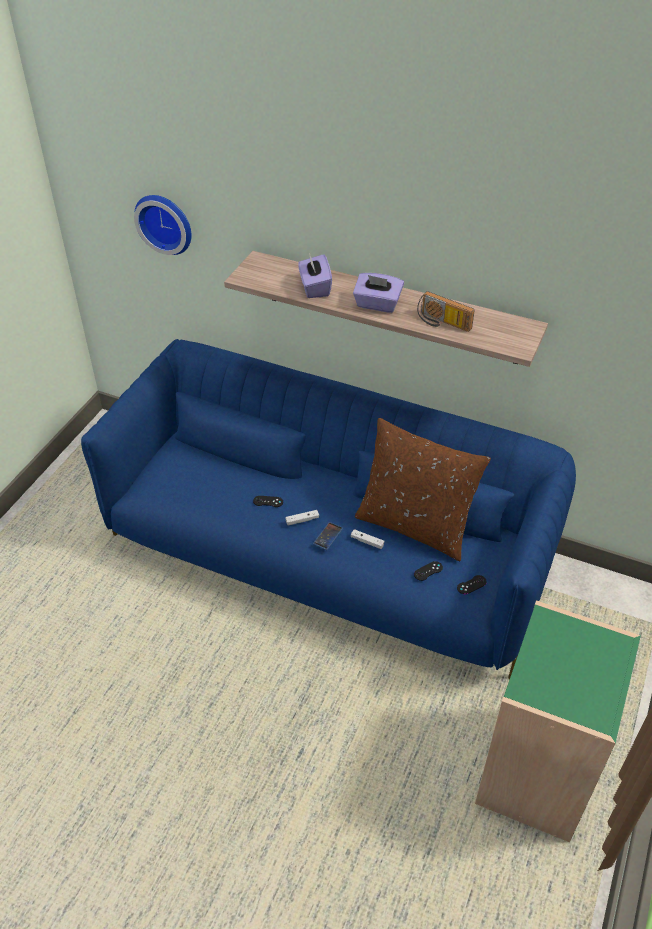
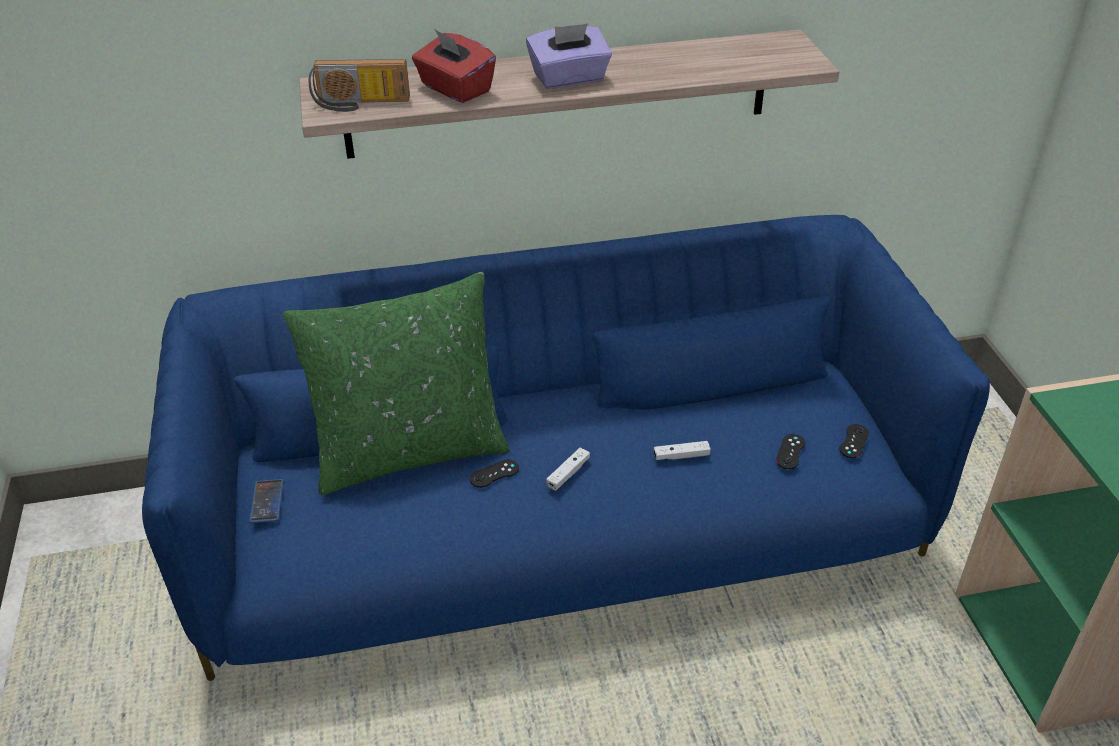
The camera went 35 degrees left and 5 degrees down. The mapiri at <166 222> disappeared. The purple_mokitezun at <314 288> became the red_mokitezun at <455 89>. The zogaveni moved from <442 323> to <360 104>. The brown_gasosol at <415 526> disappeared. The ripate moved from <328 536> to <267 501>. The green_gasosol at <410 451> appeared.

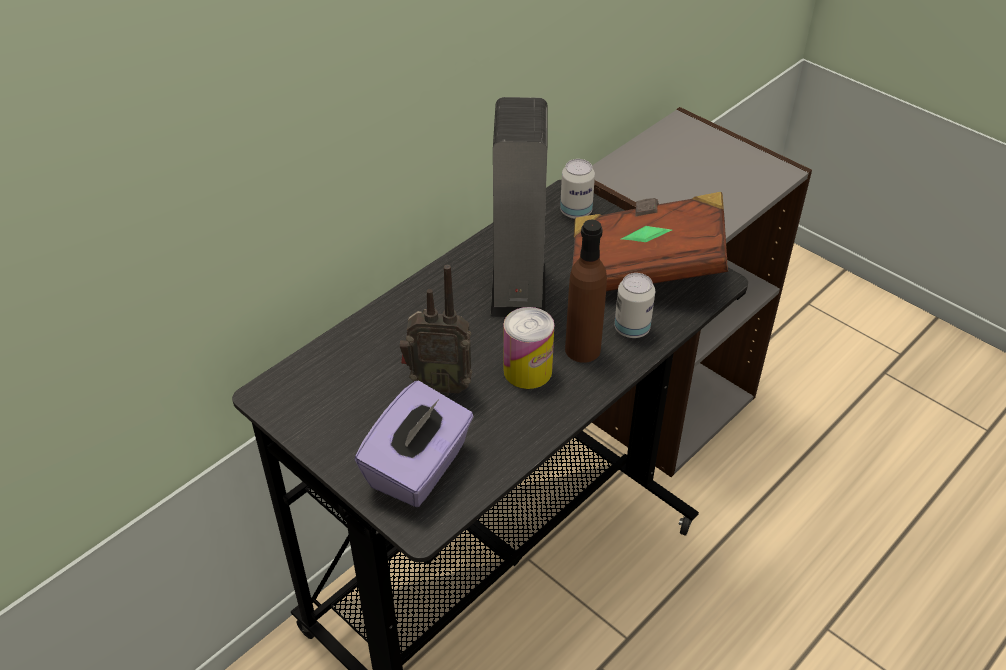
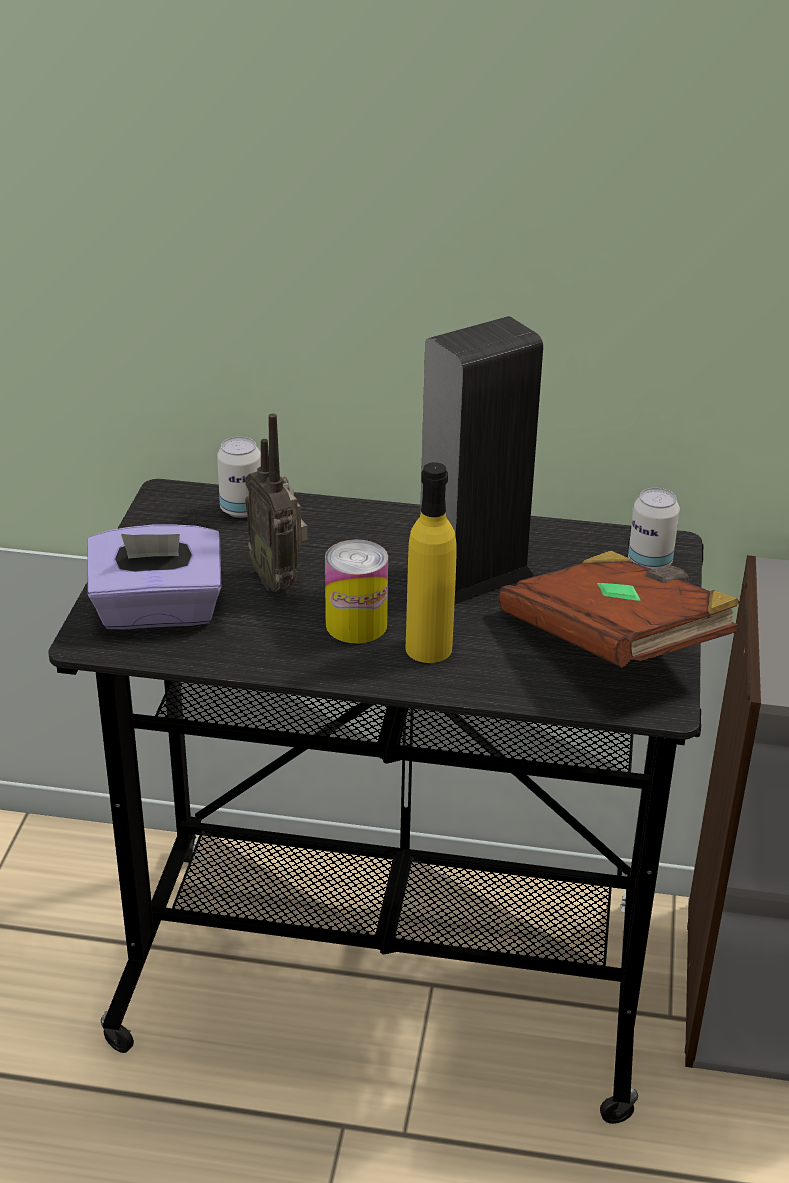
The camera went 55 degrees right and 10 degrees down. The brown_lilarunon at <582 349> became the yellow_lilarunon at <429 648>. The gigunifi moved from <631 329> to <241 509>.

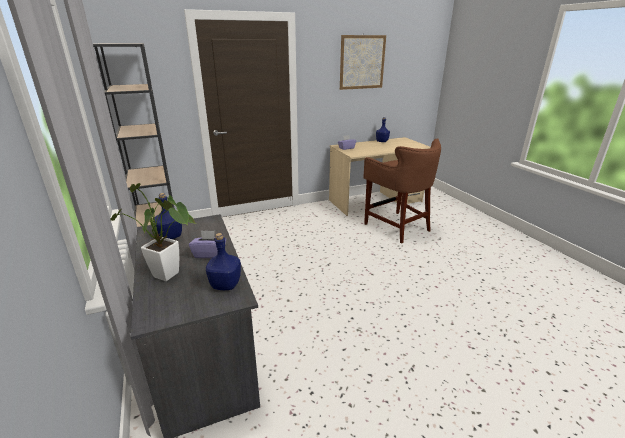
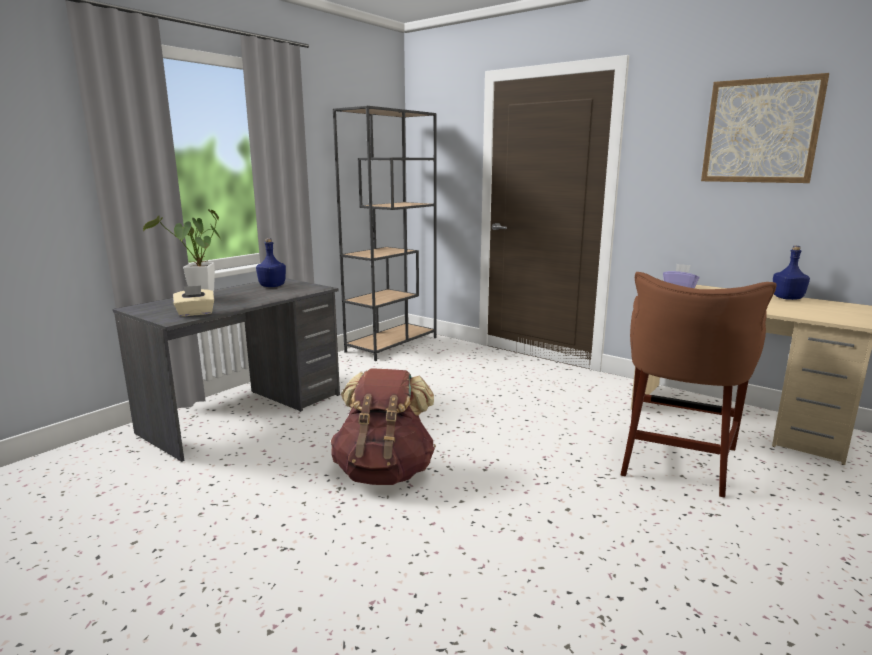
The camera went 60 degrees right and 10 degrees down. The purple_mokitezun at <209 254> disappeared. The blue_lilarunon at <226 284> was replaced by the beige_mokitezun at <195 313>. The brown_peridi at <384 472> appeared.

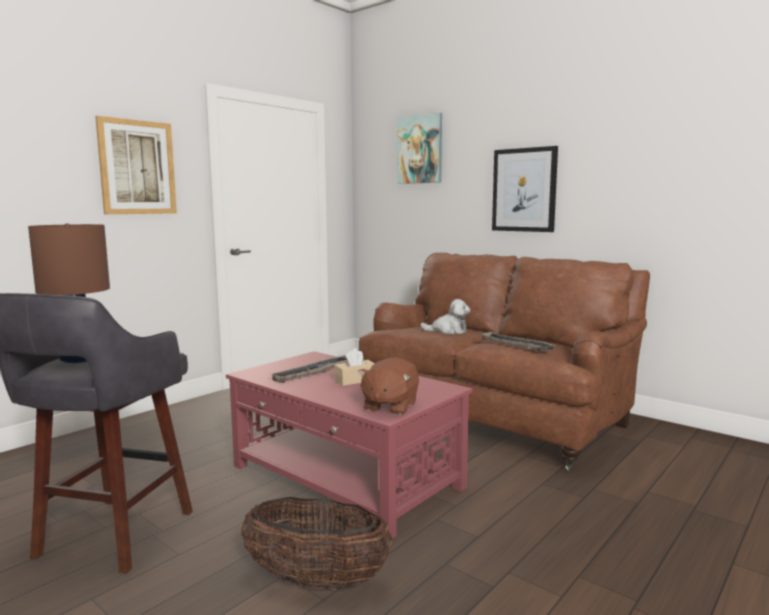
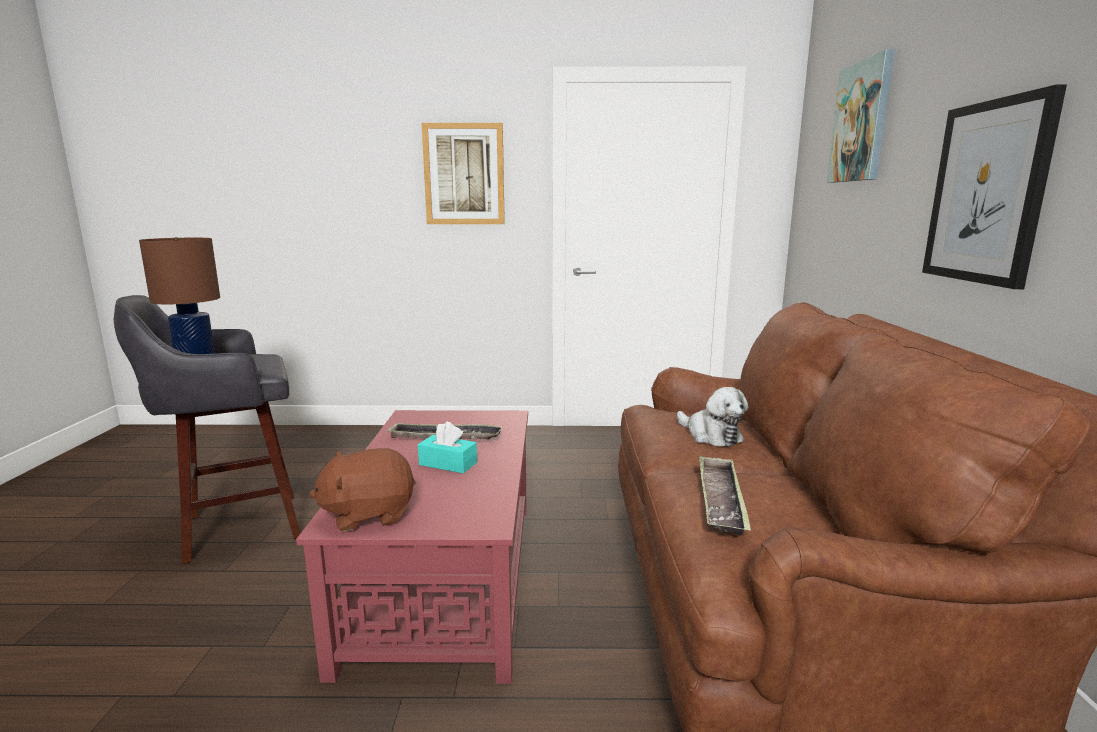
The camera went 50 degrees right and 5 degrees up. The beige_mokitezun at <356 380> became the turquoise_mokitezun at <448 464>. The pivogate at <316 581> disappeared.

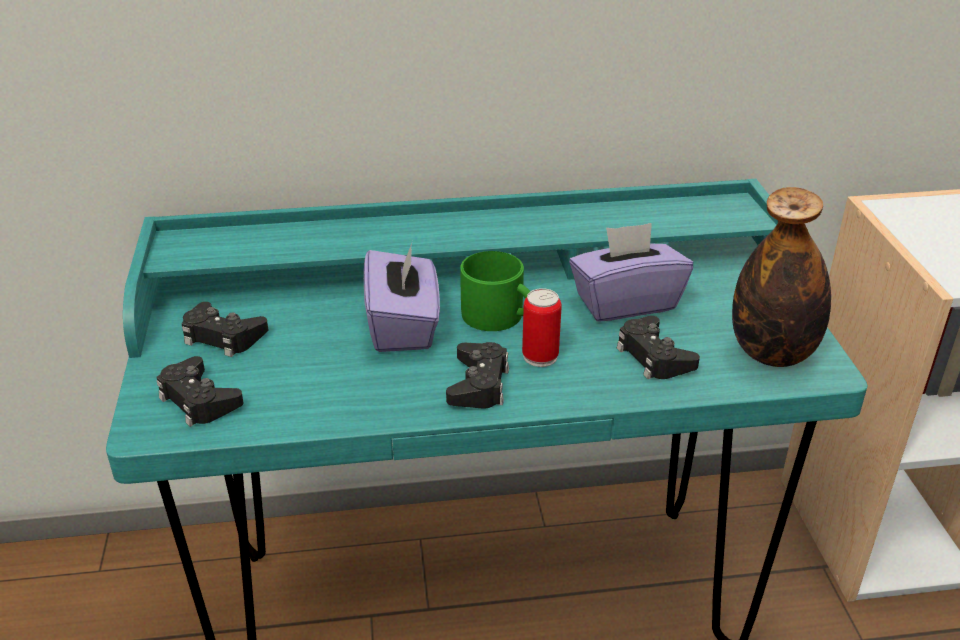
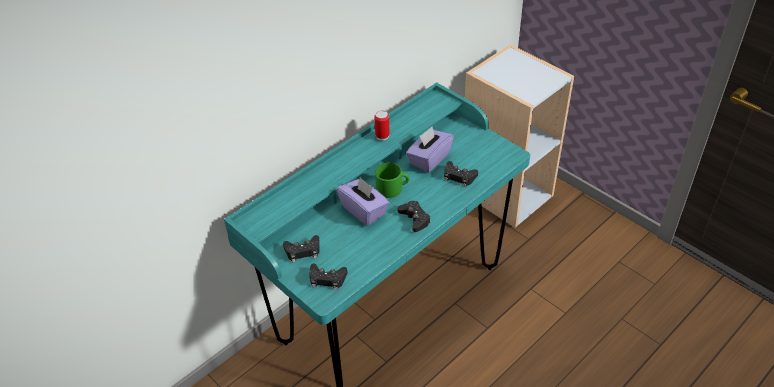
The camera went 35 degrees left and 10 degrees up. The lilarunon at <772 353> disappeared. The gigunifi moved from <540 356> to <382 136>.

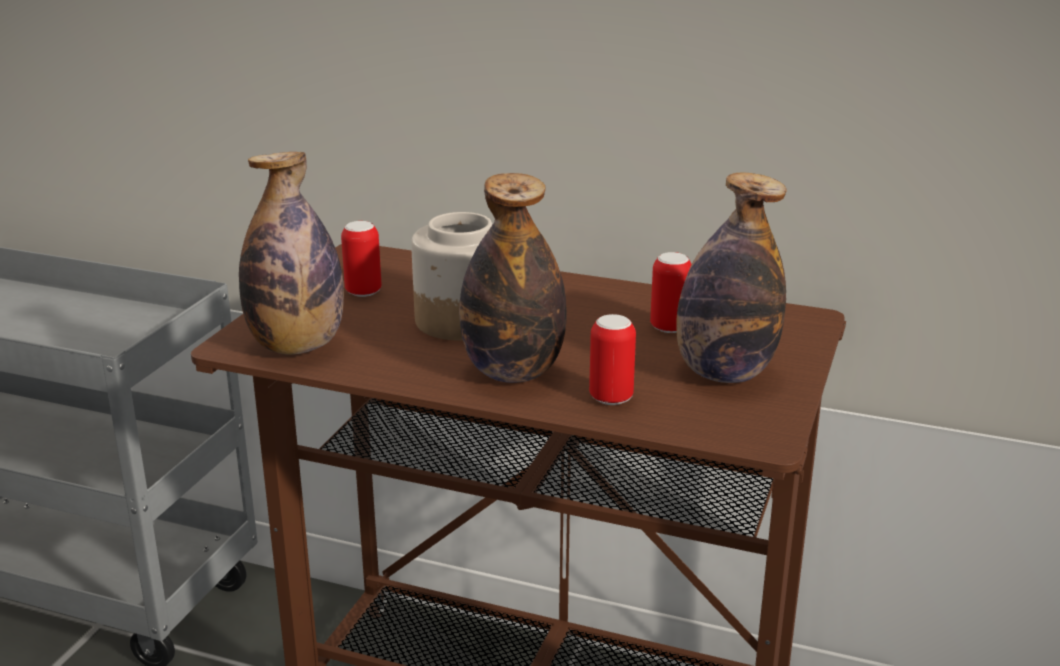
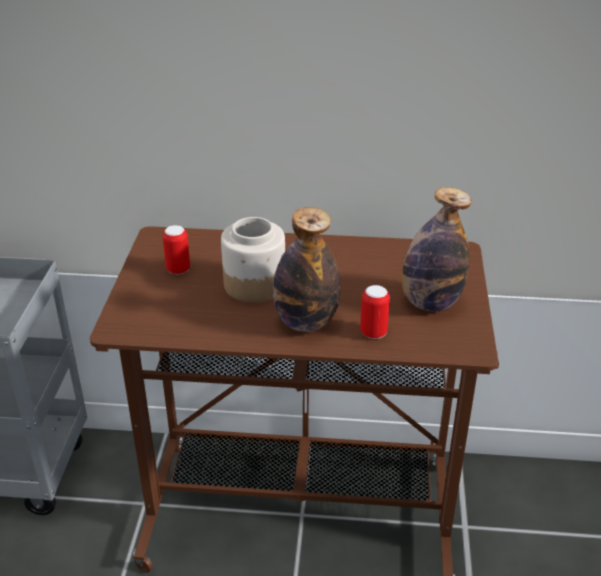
The camera went 15 degrees left and 10 degrees up. The lilarunon at <297 346> disappeared. The gigunifi at <669 327> disappeared.

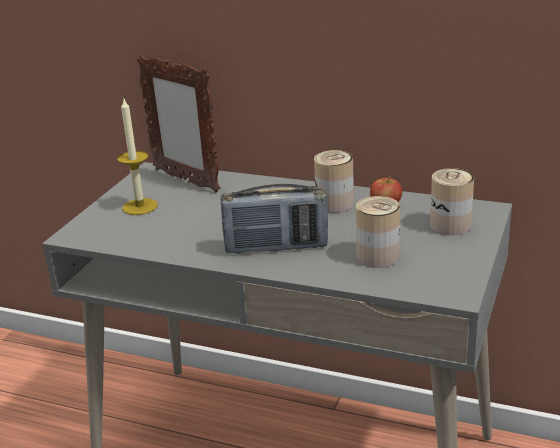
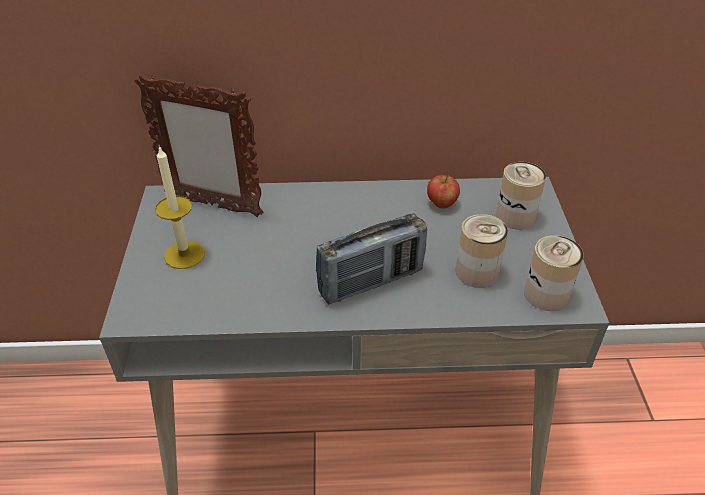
The camera went 25 degrees left and 15 degrees up. The gigunifi moved from <334 204> to <546 294>.

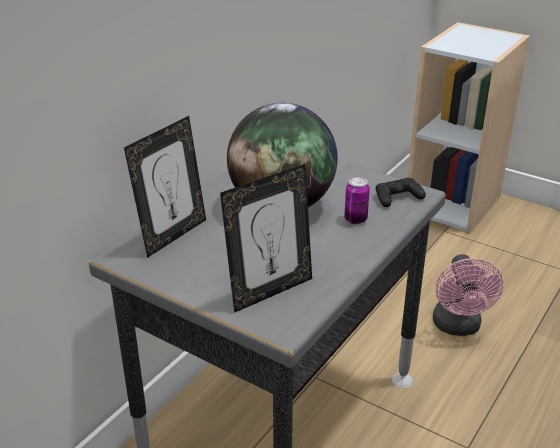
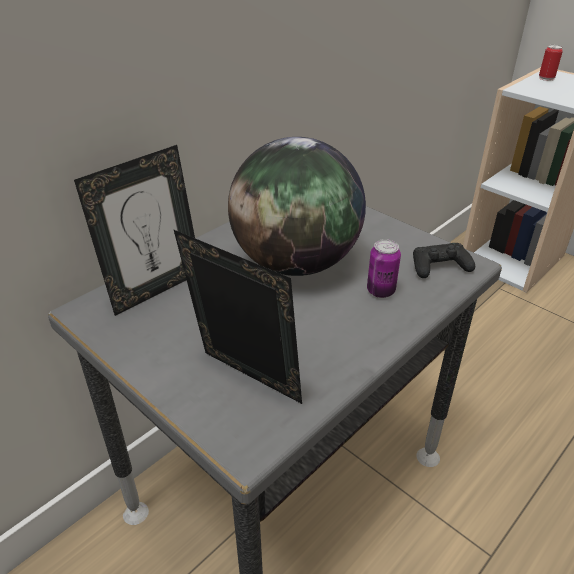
The camera went 10 degrees right and 5 degrees up. The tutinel at <269 291> turned 120 degrees counterclockwise. The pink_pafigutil at <458 327> disappeared. The gigunifi at <546 78> appeared.

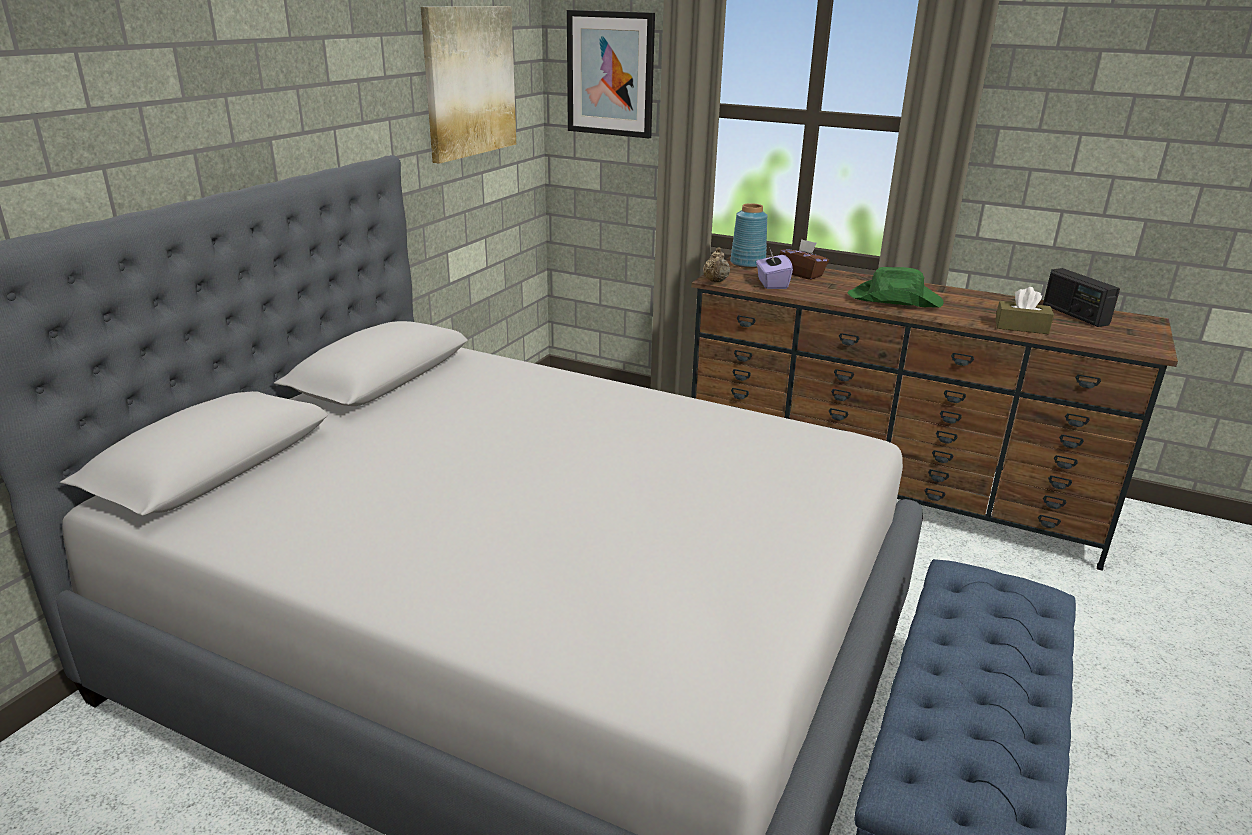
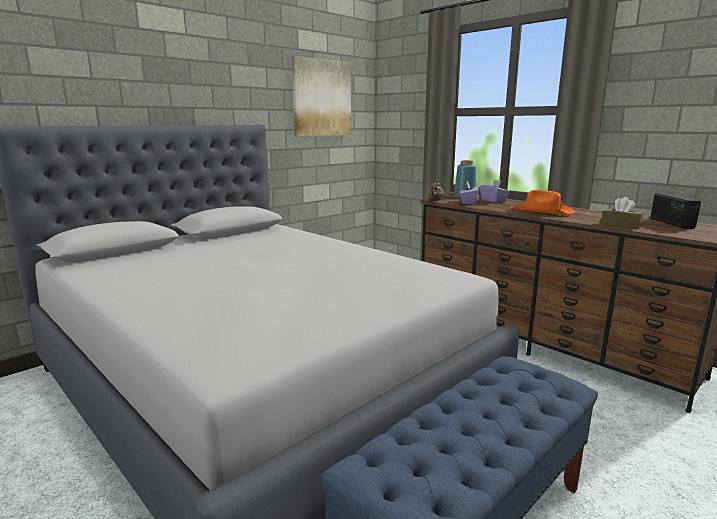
The camera went 20 degrees right and 10 degrees down. The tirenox at <610 74> disappeared. The brown_mokitezun at <802 274> became the purple_mokitezun at <493 201>. The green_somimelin at <895 300> became the orange_somimelin at <542 211>.

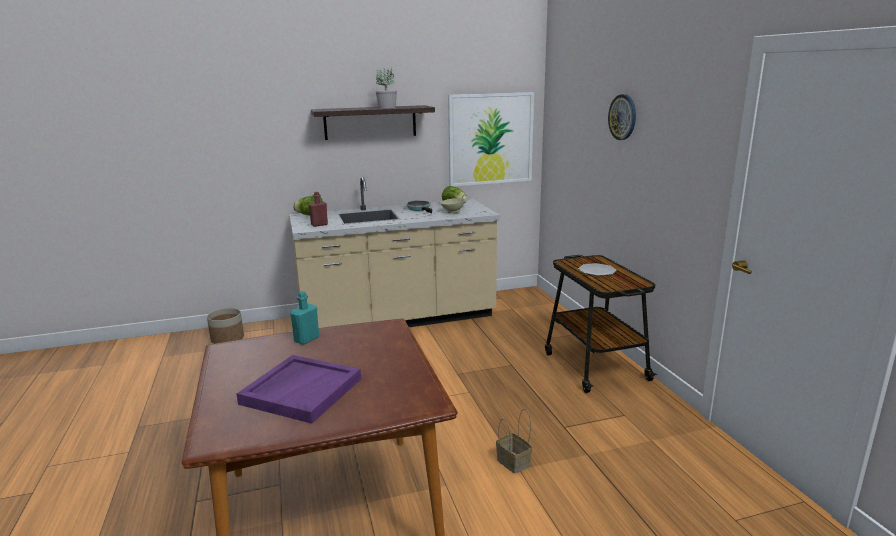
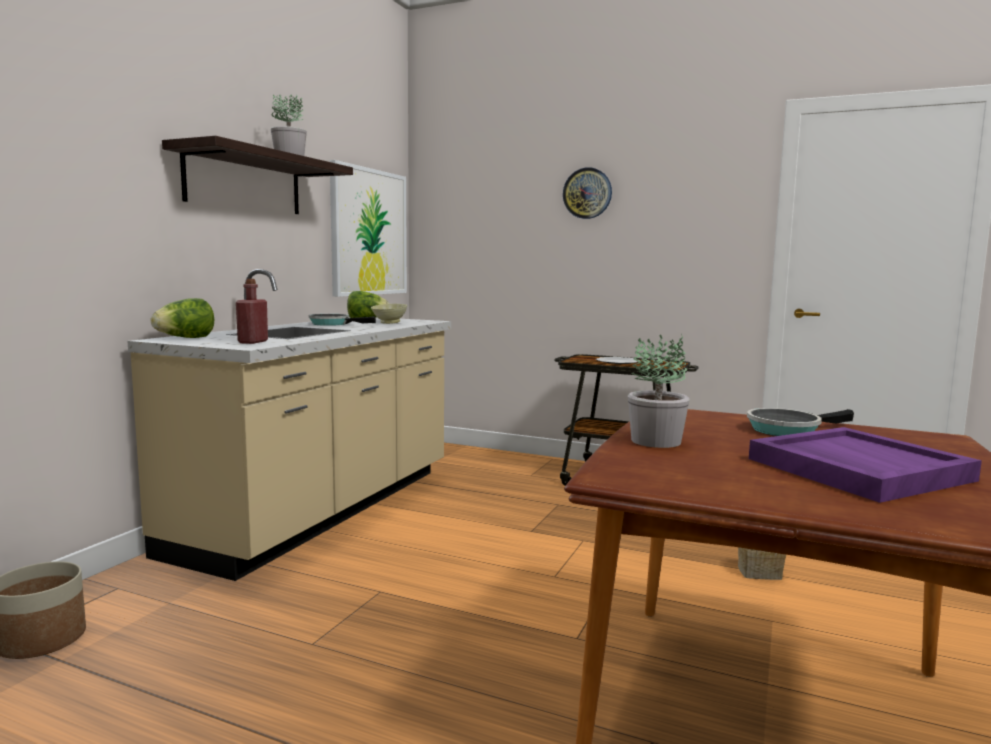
The camera went 50 degrees left and 10 degrees down. The turquoise_lilarunon at <306 339> was replaced by the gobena at <656 441>. The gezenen at <787 429> appeared.

